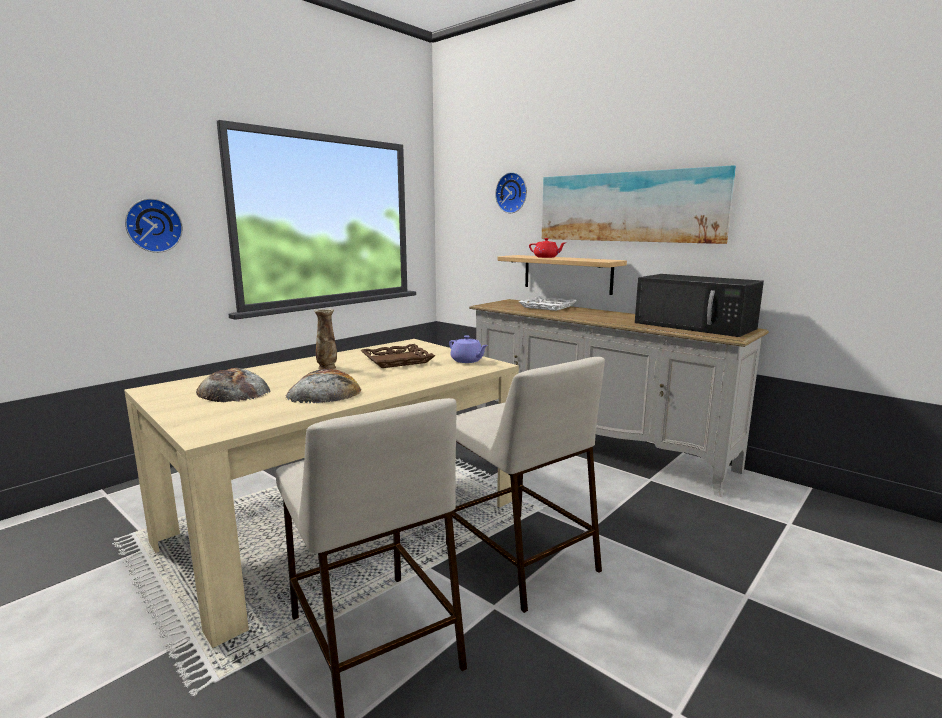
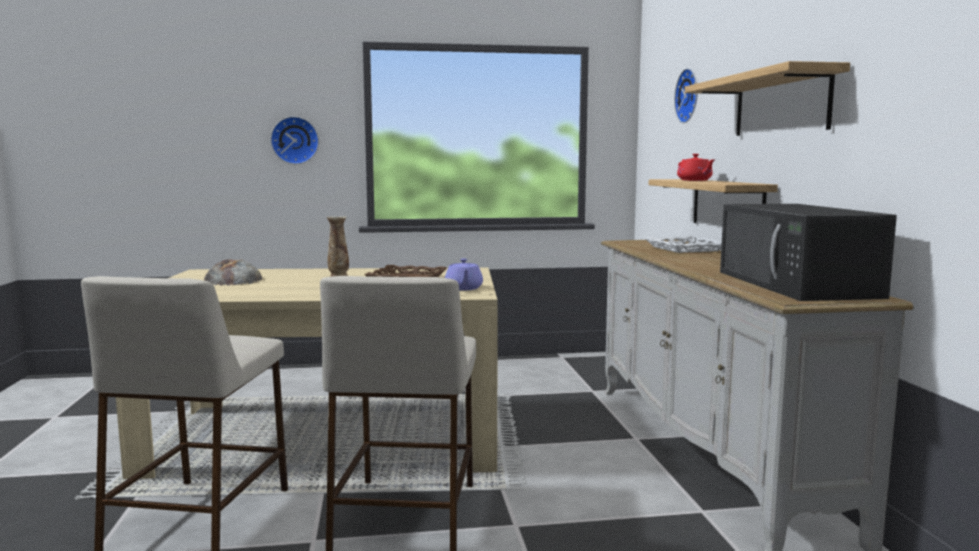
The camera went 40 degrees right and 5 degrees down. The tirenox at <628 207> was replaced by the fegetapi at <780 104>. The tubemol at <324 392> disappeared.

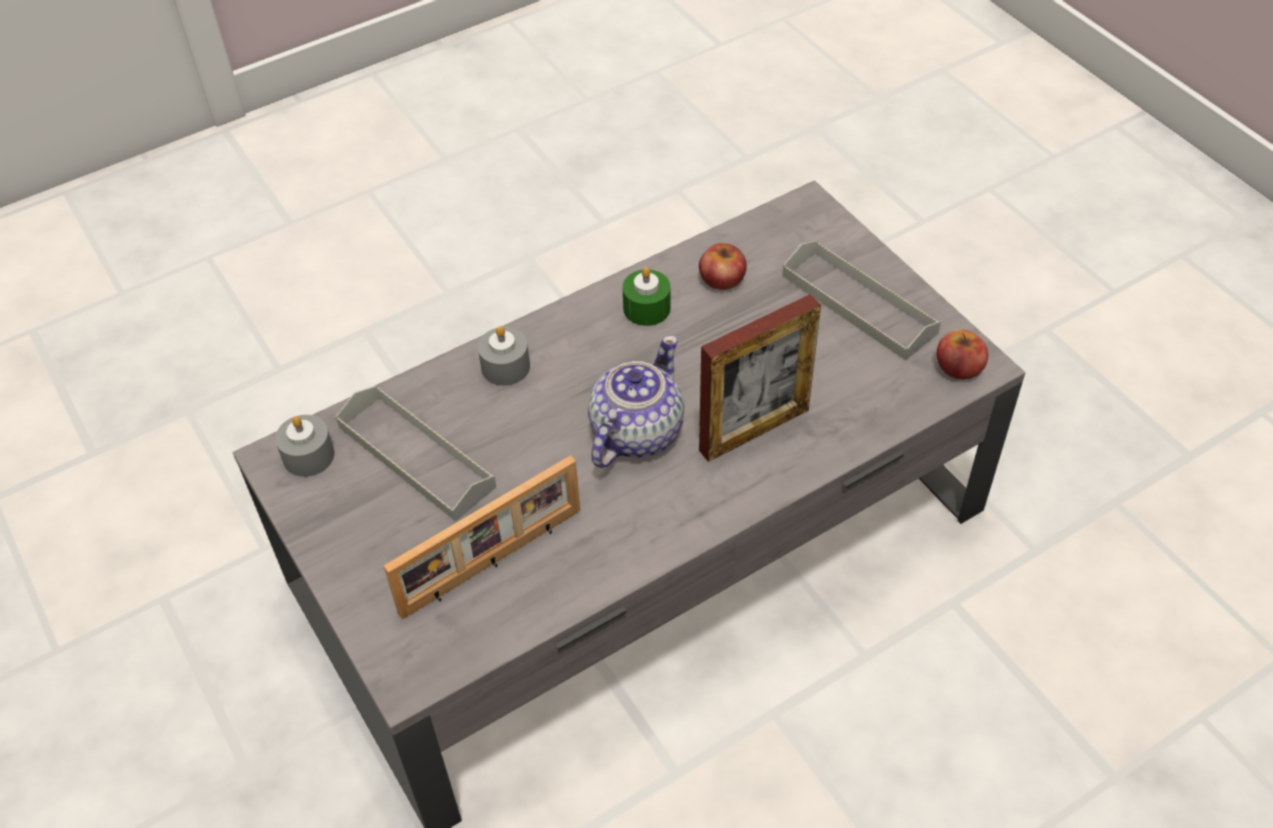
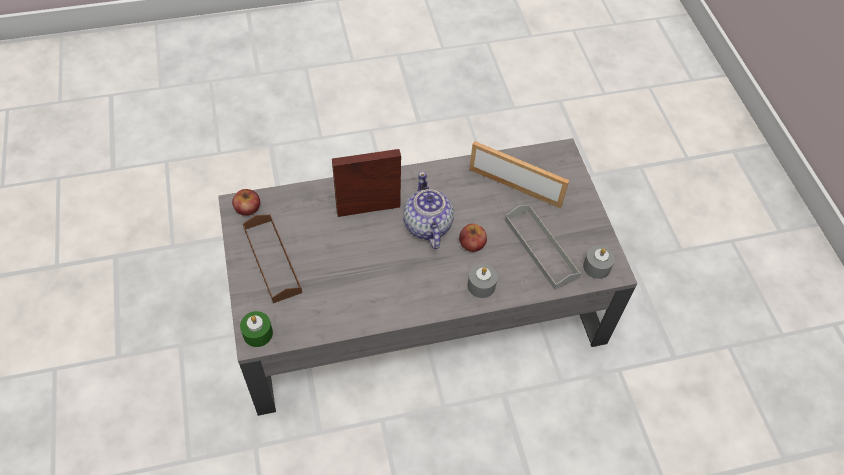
The camera went 165 degrees left and 5 degrees up. The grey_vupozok at <858 304> became the brown_vupozok at <272 260>. The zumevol moved from <722 278> to <472 243>. The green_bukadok moved from <646 308> to <258 333>. The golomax at <635 432> turned 120 degrees clockwise. The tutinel at <493 563> turned 45 degrees clockwise.

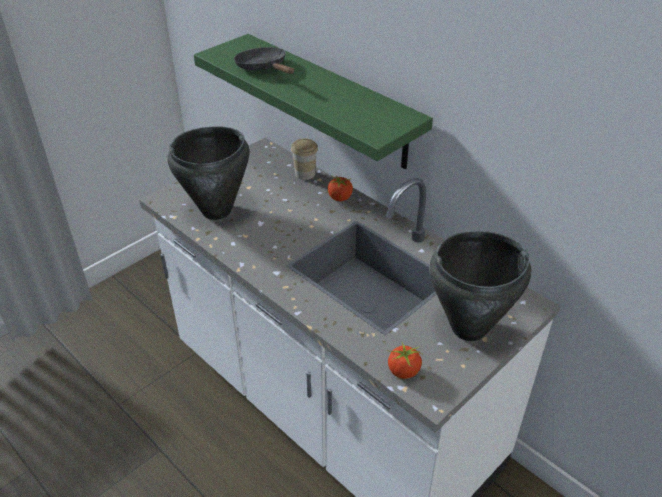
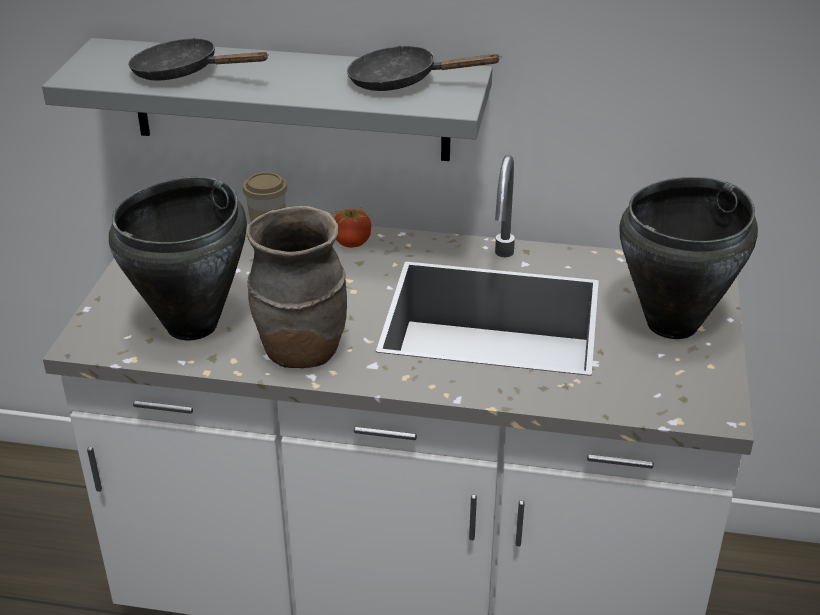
The camera went 35 degrees left and 5 degrees down. The green_fegetapi at <331 101> became the grey_fegetapi at <290 100>. The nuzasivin at <403 371> disappeared. The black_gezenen at <402 82> appeared. The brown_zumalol at <300 351> appeared.

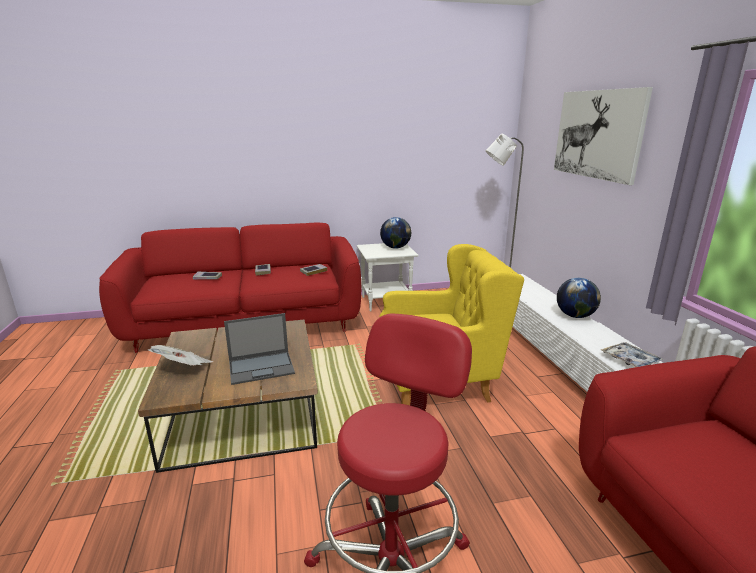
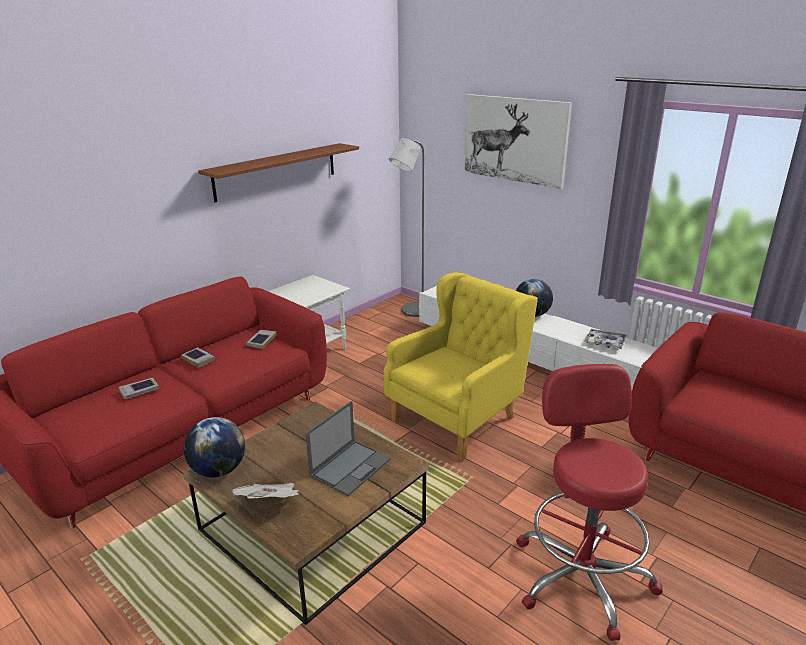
The camera went 35 degrees left and 5 degrees up. The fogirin moved from <395 247> to <218 470>. The brown_fegetapi at <276 171> appeared.

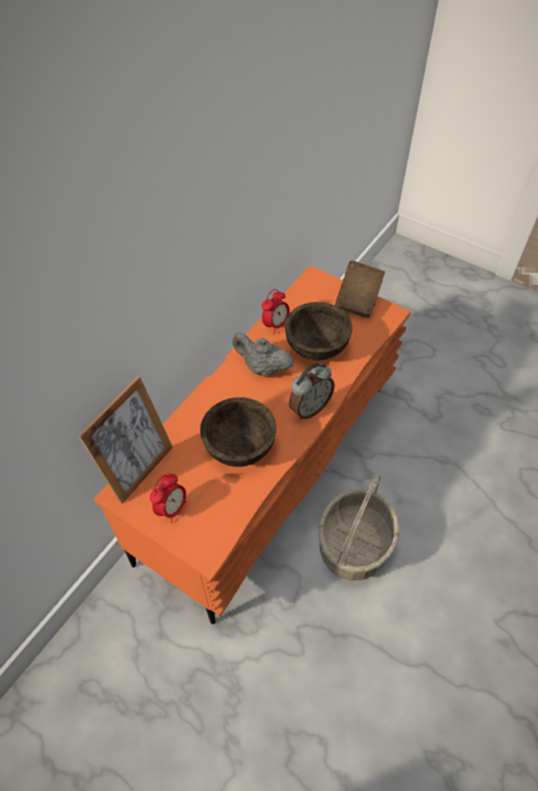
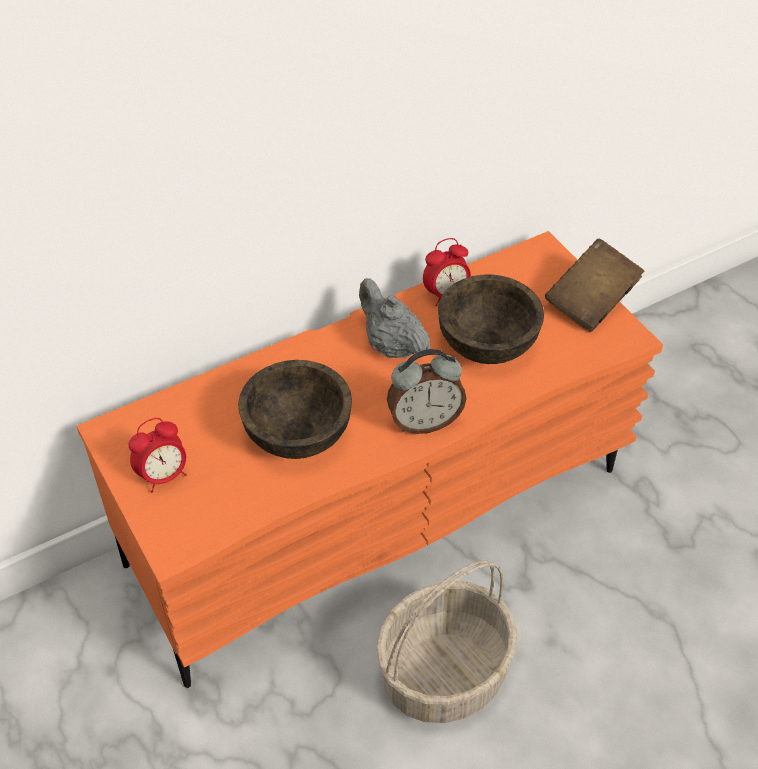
The camera went 25 degrees right and 5 degrees down. The tutinel at <139 469> disappeared.

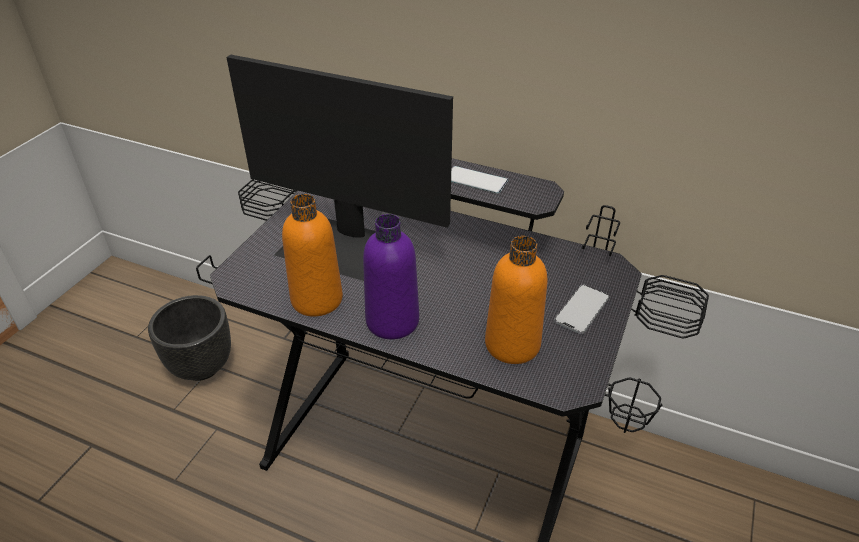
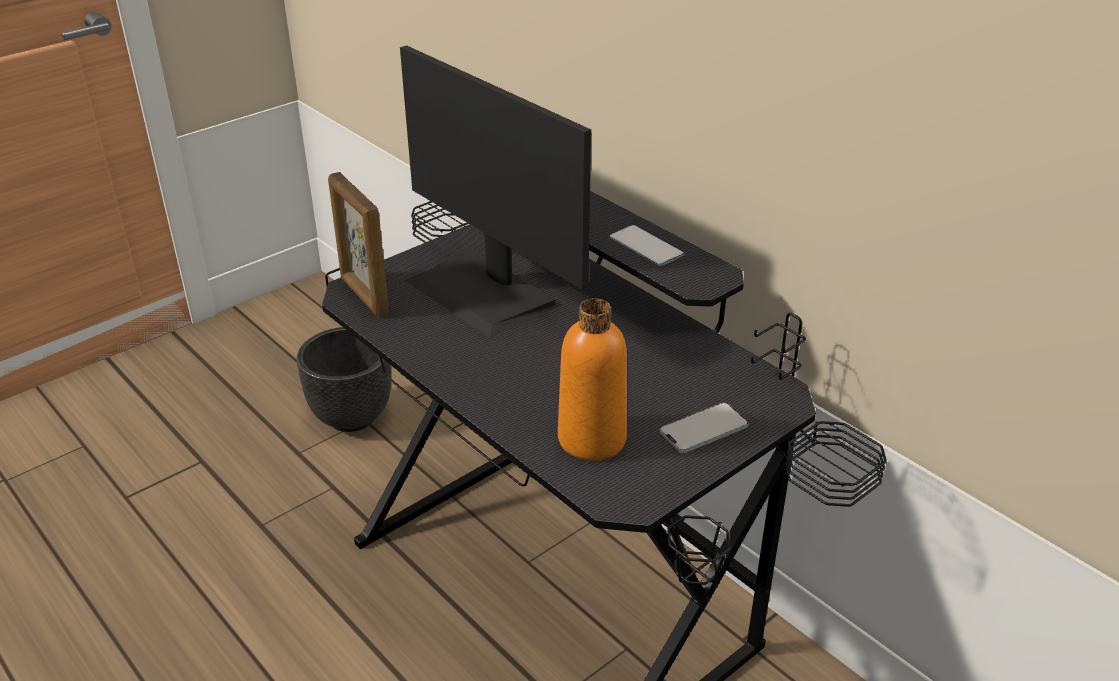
The camera went 25 degrees right and 5 degrees down. The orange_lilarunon at <317 299> disappeared. The purple_lilarunon at <392 321> disappeared. The tutinel at <364 296> appeared.

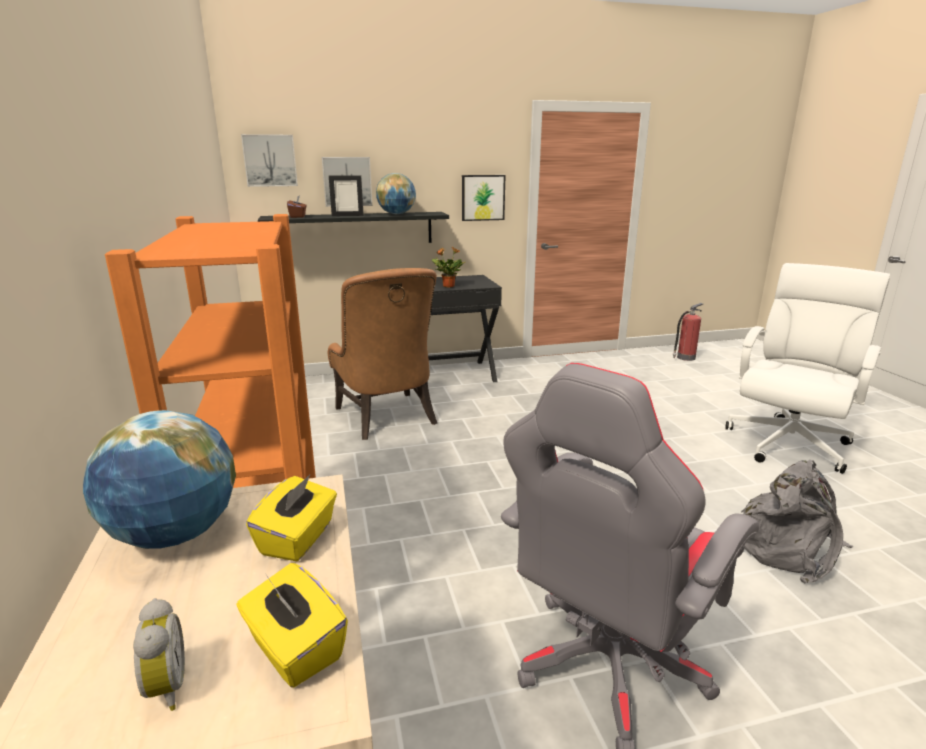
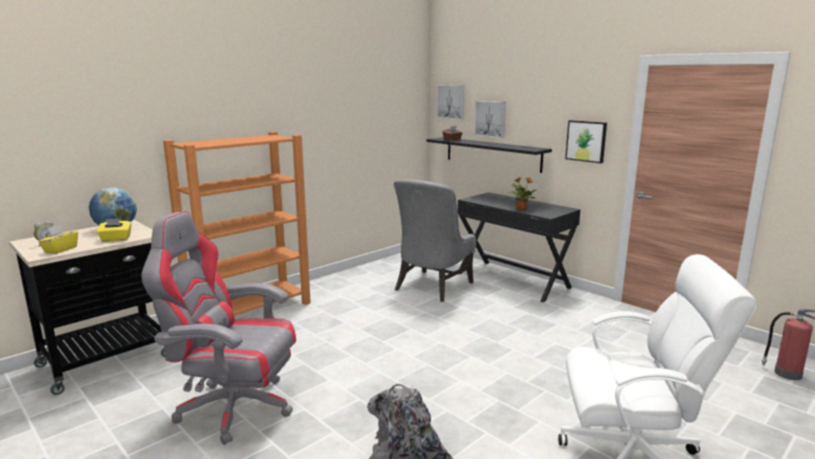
The camera went 60 degrees right and 5 degrees down. The fogirin at <396 214> disappeared. The tutinel at <347 215> disappeared. The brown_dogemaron at <387 416> became the grey_dogemaron at <432 286>.

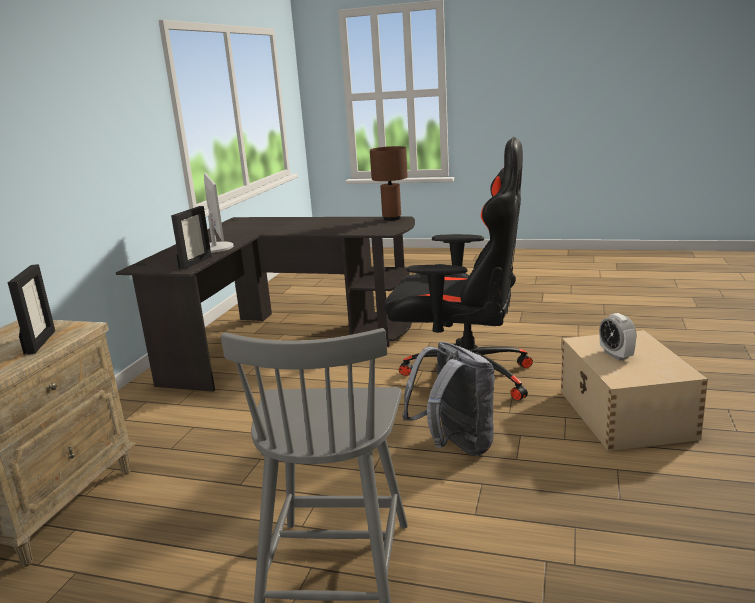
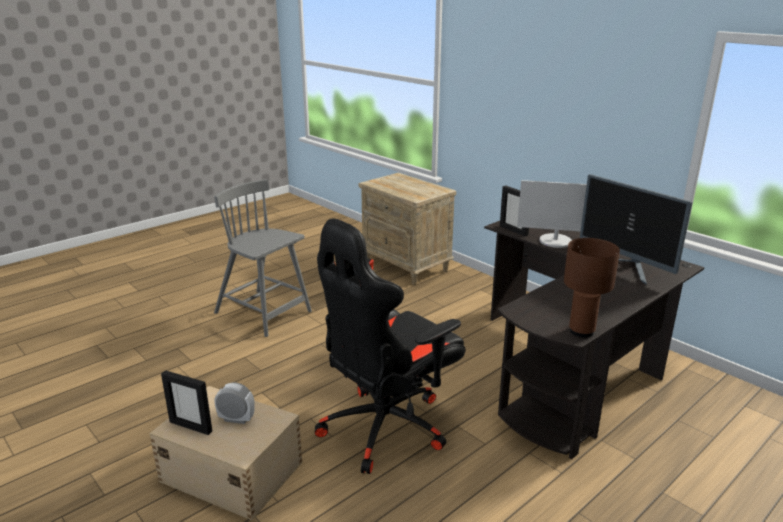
The camera went 120 degrees right and 5 degrees up. The tutinel moved from <40 342> to <191 426>. The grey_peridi at <455 446> disappeared. The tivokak at <625 268> appeared.

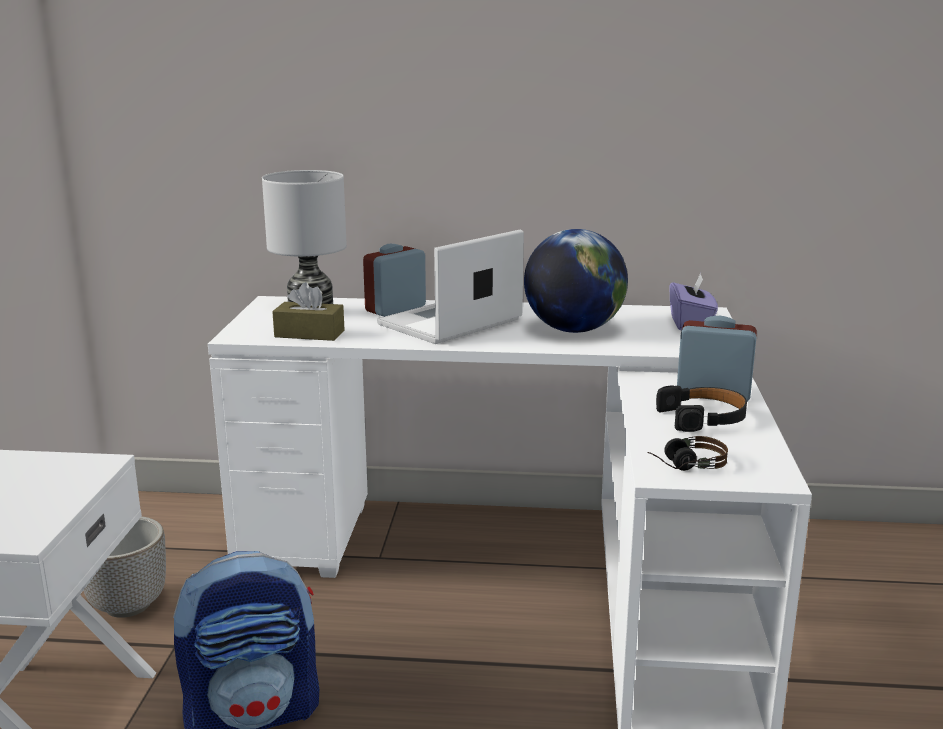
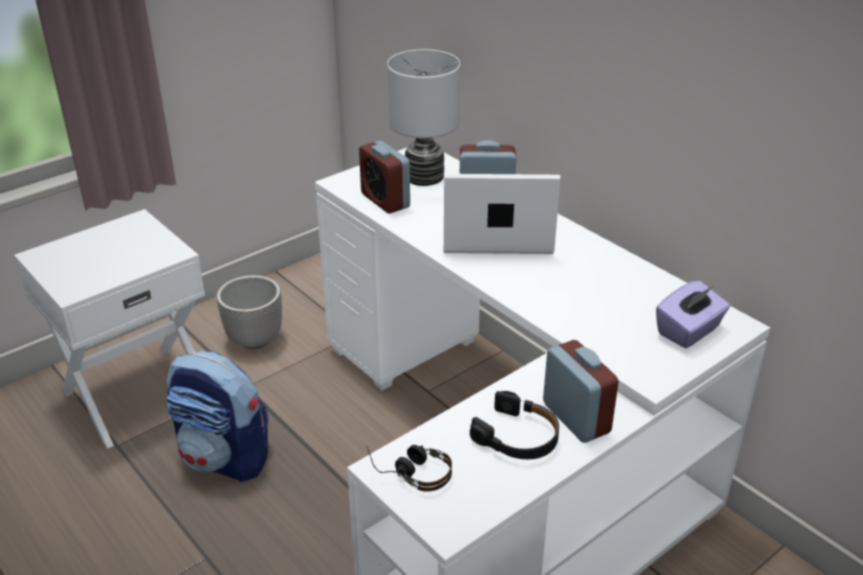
The camera went 45 degrees right and 15 degrees up. The fogirin at <573 330> disappeared. The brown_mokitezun at <309 334> was replaced by the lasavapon at <385 200>.

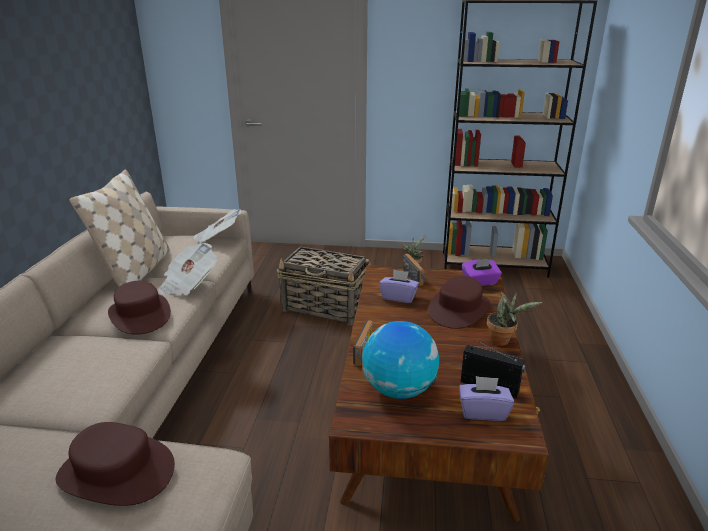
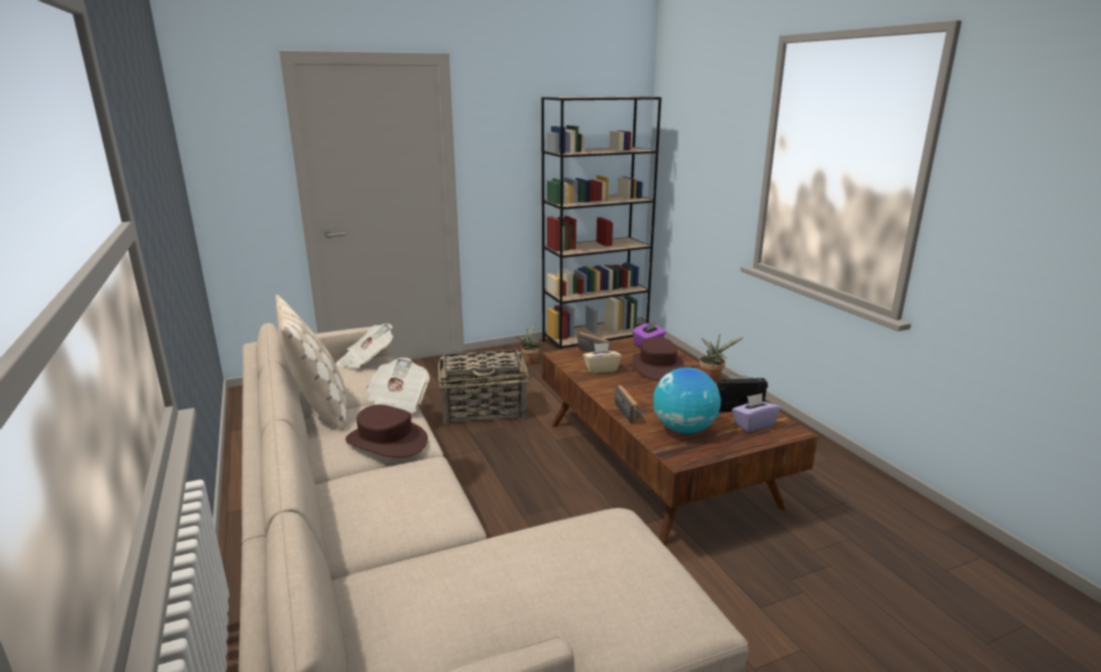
The camera went 30 degrees left and 5 degrees down. The purple_mokitezun at <398 297> became the beige_mokitezun at <601 369>. The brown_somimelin at <116 472> disappeared.

